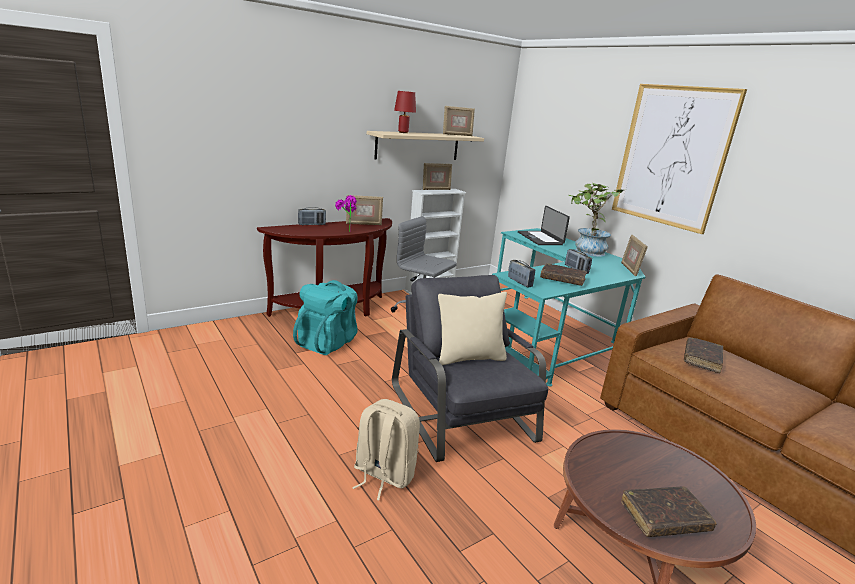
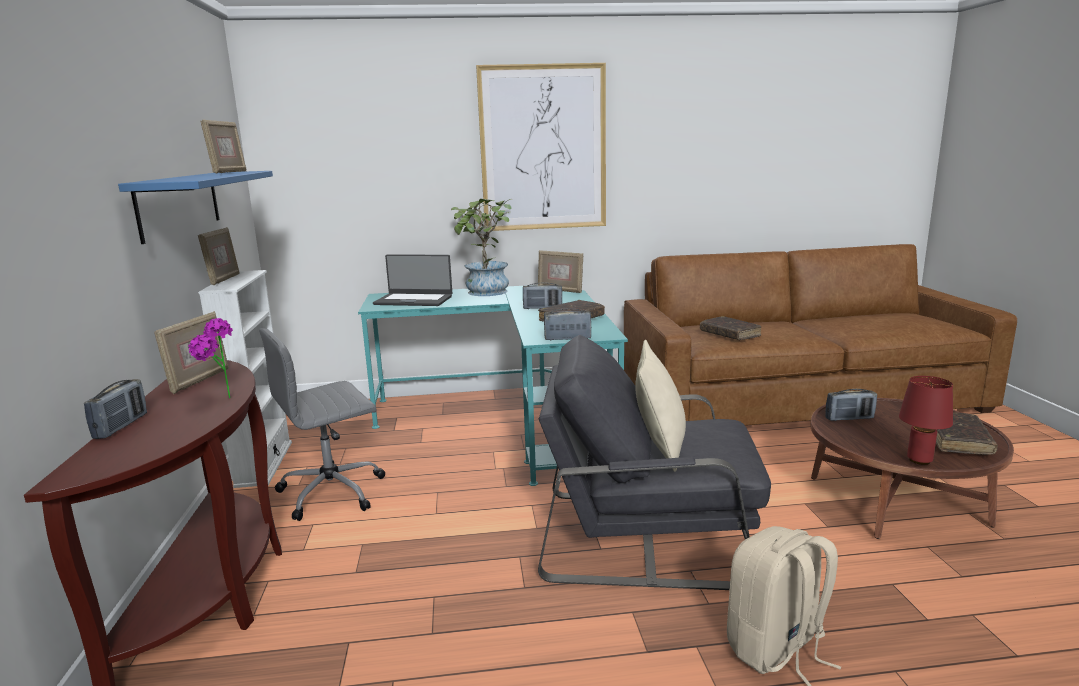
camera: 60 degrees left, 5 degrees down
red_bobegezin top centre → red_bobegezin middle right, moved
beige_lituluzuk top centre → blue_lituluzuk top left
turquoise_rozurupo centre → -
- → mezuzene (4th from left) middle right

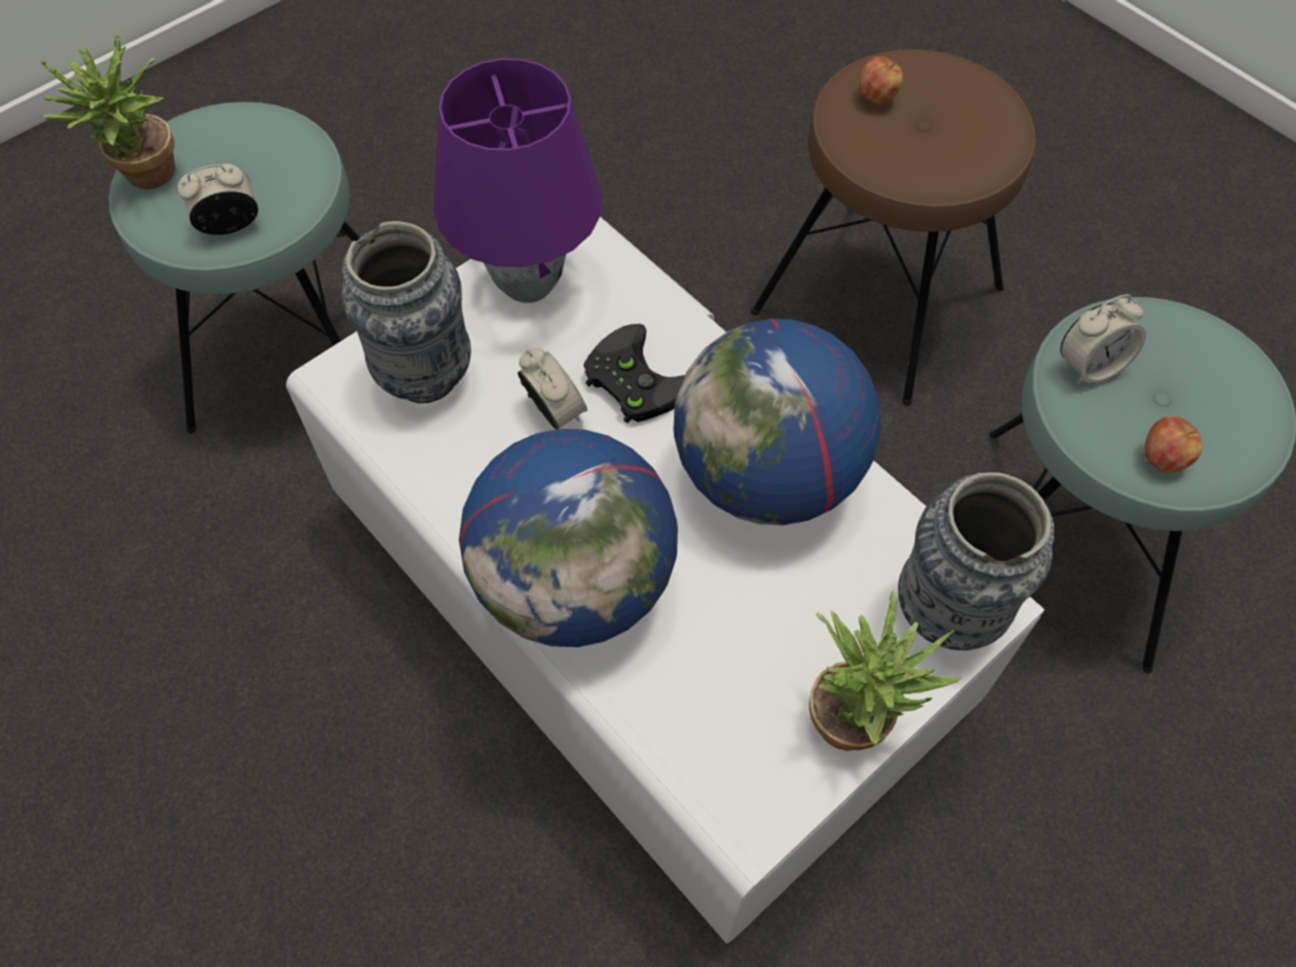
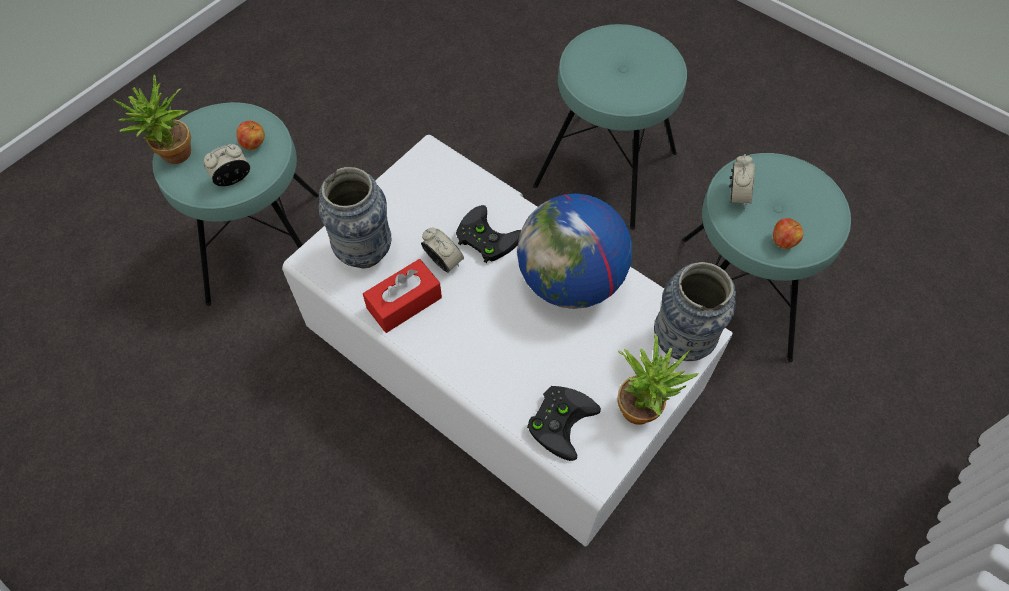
camera: 10 degrees left, 0 degrees up
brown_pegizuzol top right → turquoise_pegizuzol (2nd from left) top centre
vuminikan (1st from left) top right → vuminikan (1st from left) top left, moved
purple_bobegezin top centre → -
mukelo (3rd from left) middle right → mukelo (3rd from left) top right, 45 degrees counterclockwise
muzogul (1st from left) centre → -
- → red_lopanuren centre
- → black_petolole (2nd from left) bottom centre

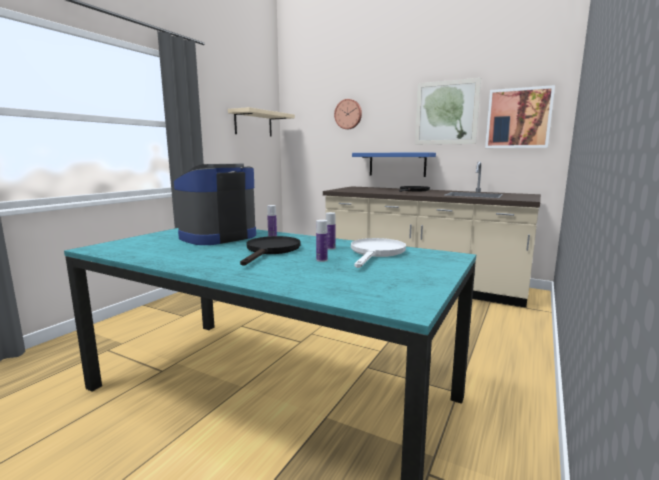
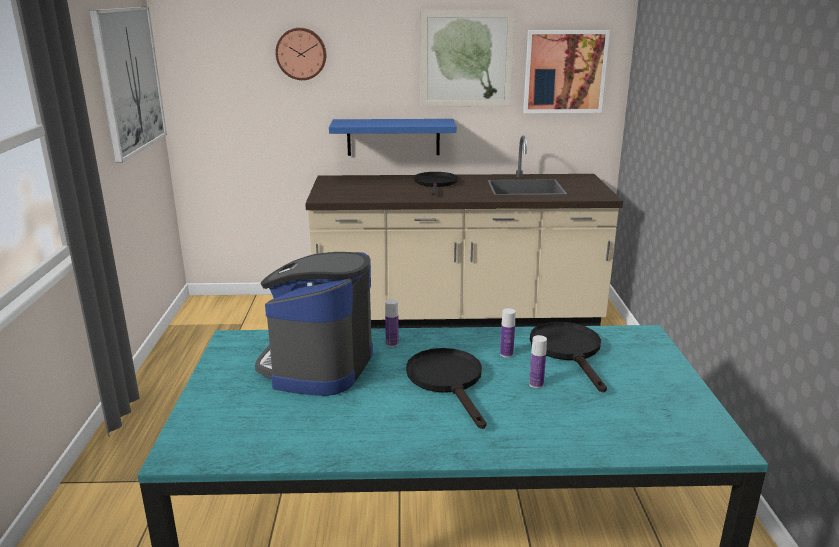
camera: 30 degrees left, 10 degrees up
beige_lituluzuk top centre → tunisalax (1st from left) top left
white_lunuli centre → black_lunuli (3rd from left) middle right

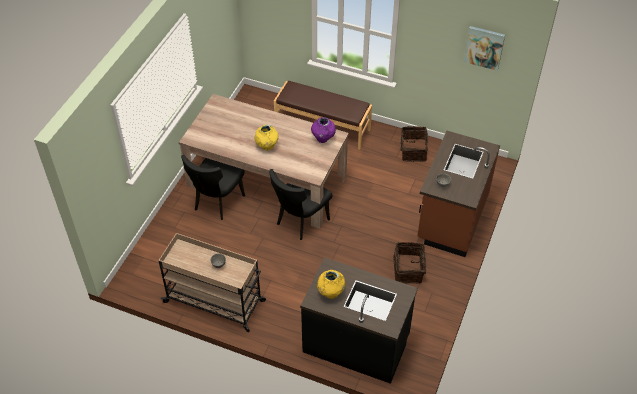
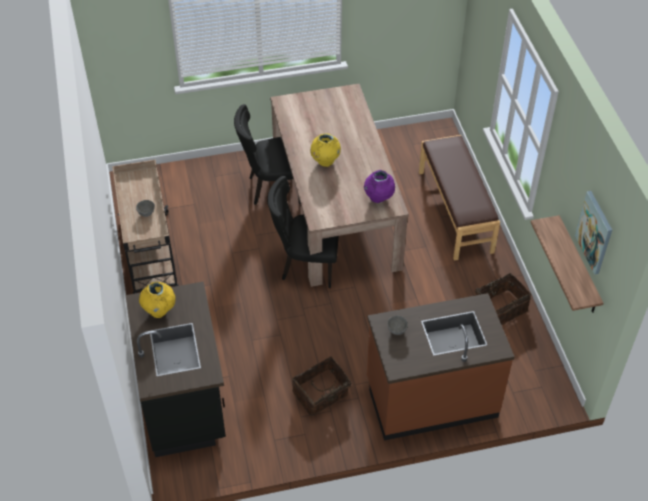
camera: 55 degrees right, 0 degrees up
- → lituluzuk middle right

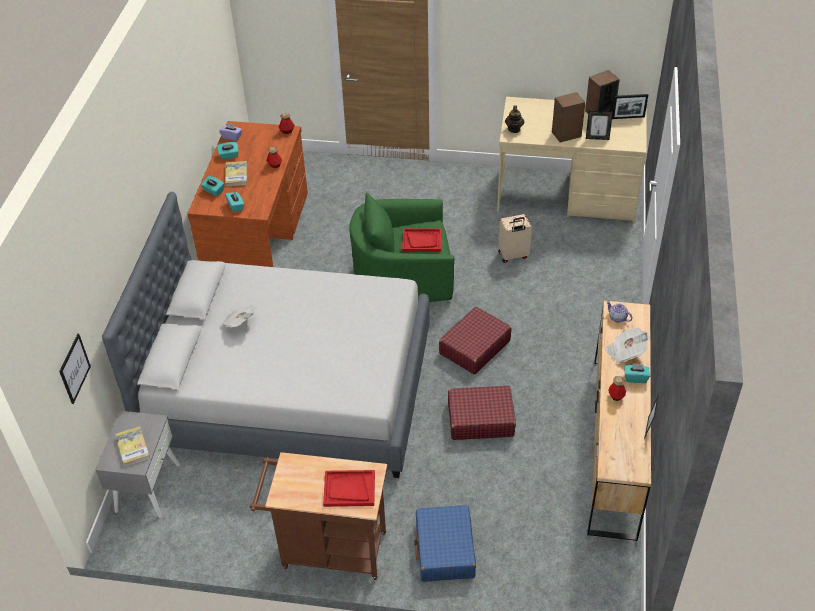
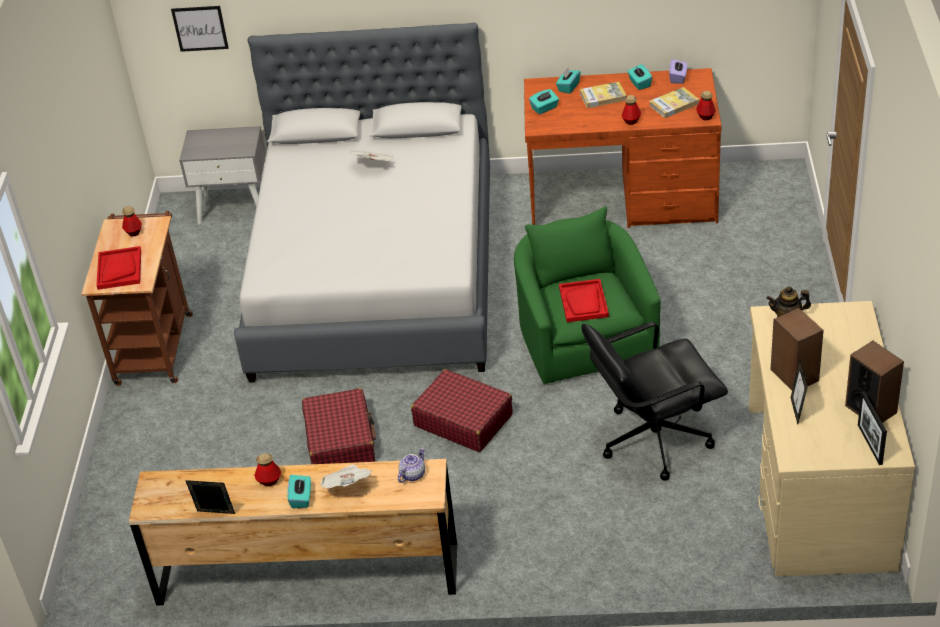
camera: 85 degrees right, 5 degrees down
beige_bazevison centre → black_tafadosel middle right
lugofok (1st from left in the first image) bottom left → lugofok (2nd from left) top right, moved
blue_bazevison bottom centre → -
- → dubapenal (1st from left) middle left

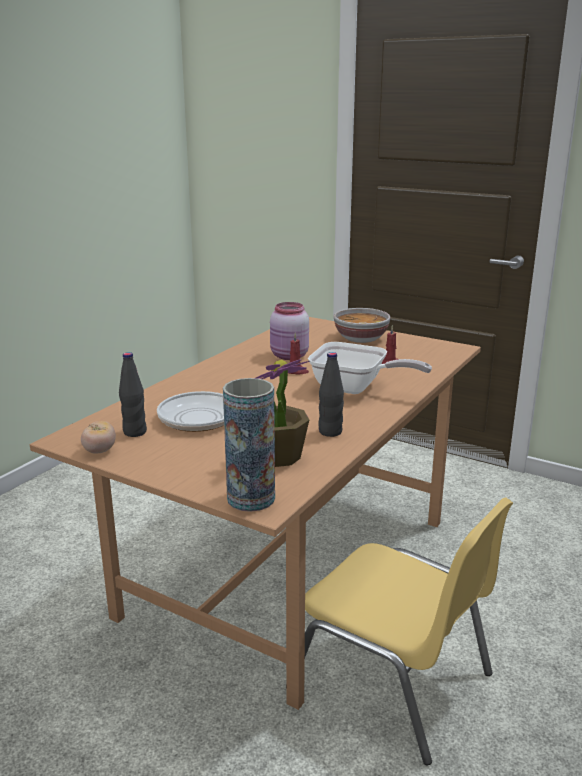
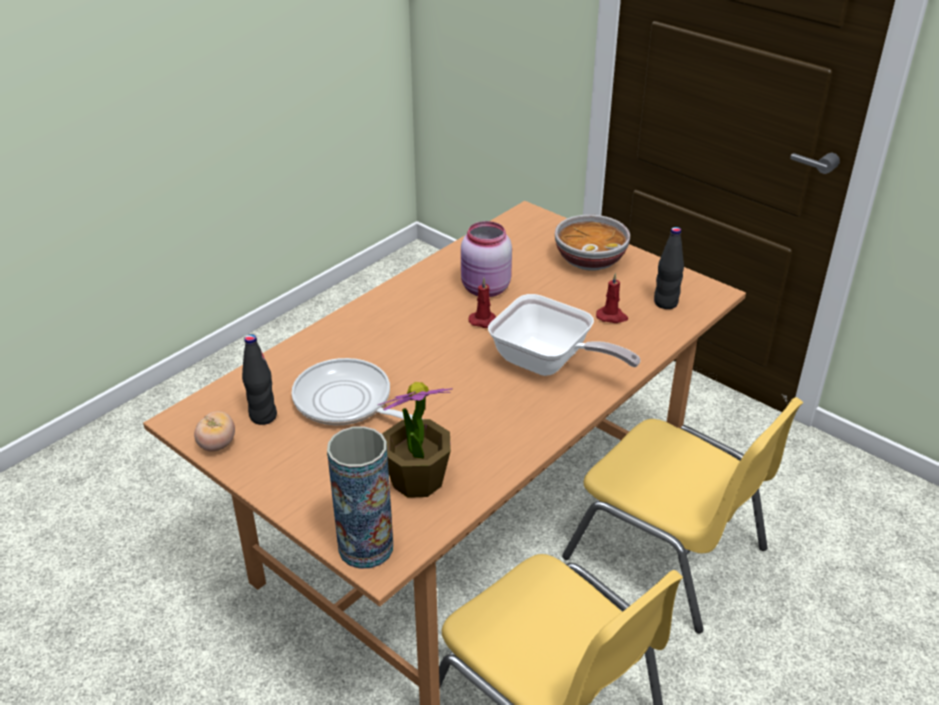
camera: 10 degrees right, 15 degrees up
black_dubapenal (2nd from left) centre → black_dubapenal (2nd from left) middle right, moved
- → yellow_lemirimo (2nd from left) bottom right

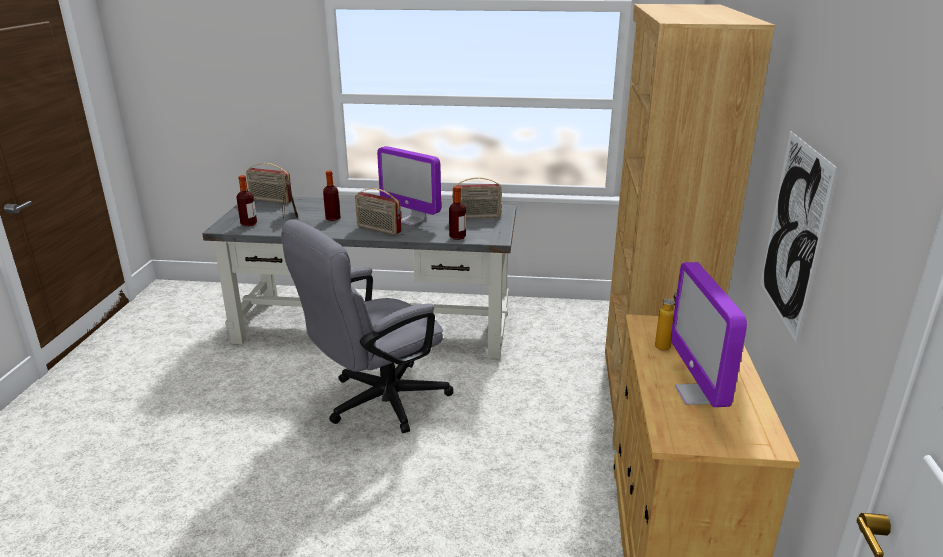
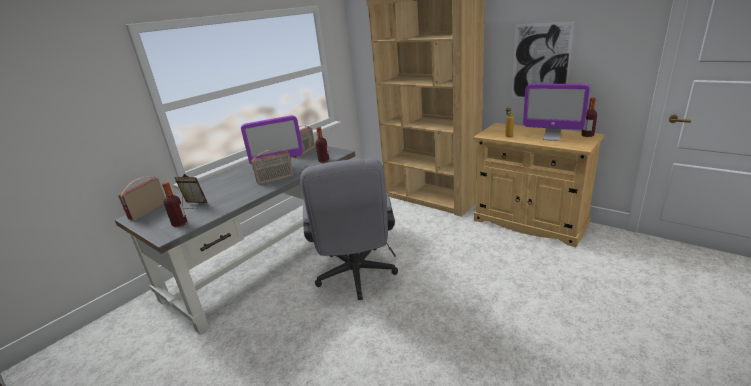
camera: 55 degrees left, 0 degrees up
mezuzene (1st from left) top left → mezuzene (1st from left) middle left, 150 degrees clockwise
dubapenal (2nd from left in the first image) centre → dubapenal (4th from left) top right, moved

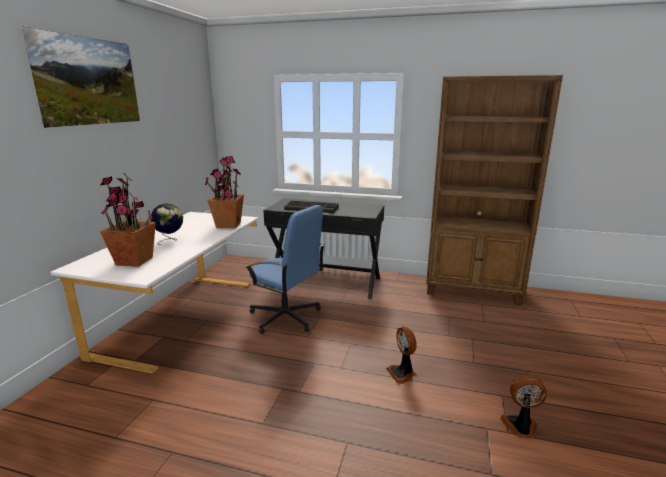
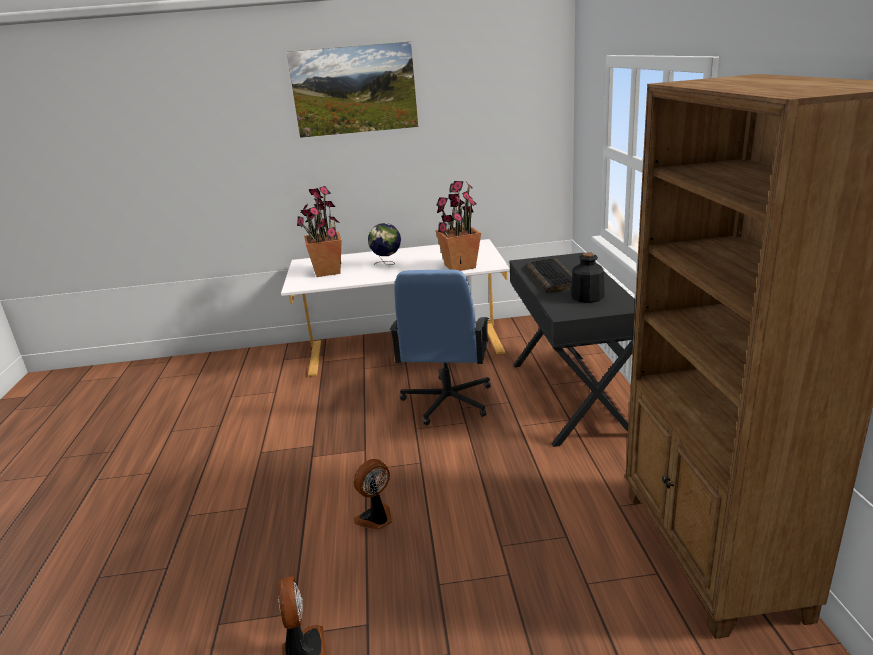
camera: 70 degrees right, 5 degrees up
- → dubapenal middle right

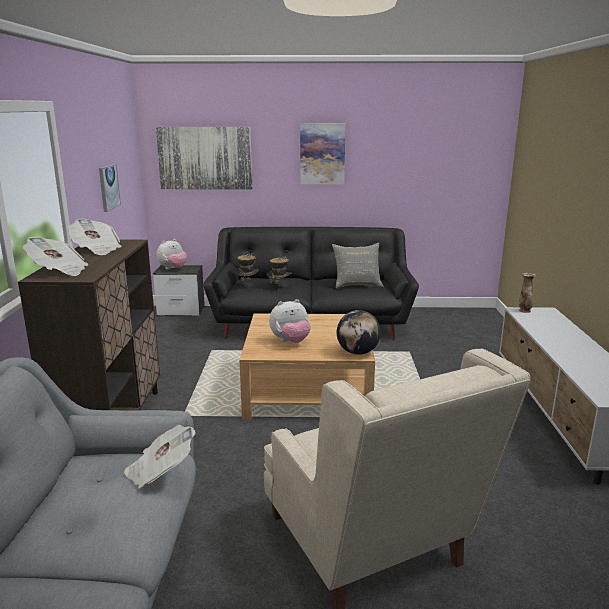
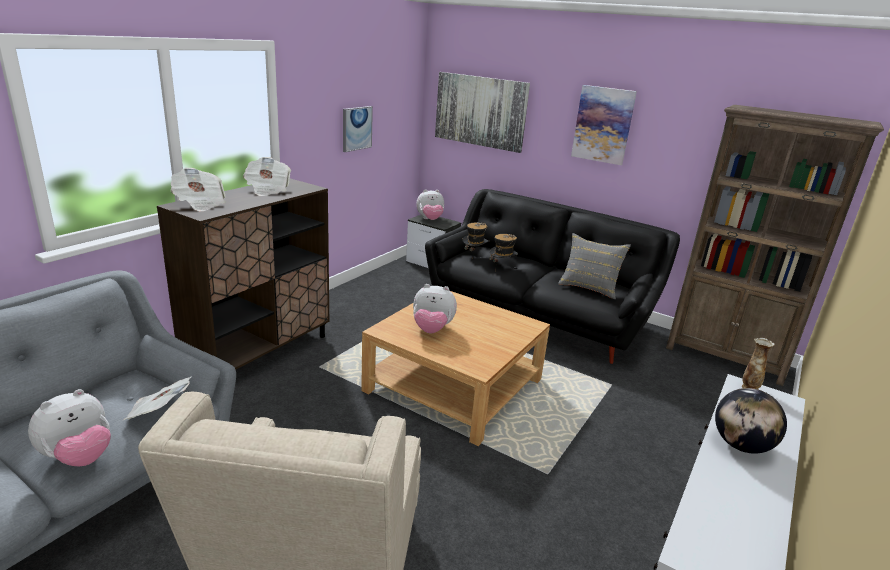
camera: 30 degrees right, 5 degrees up
muzogul centre → muzogul bottom right, moved
- → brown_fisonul middle right
- → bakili (1st from left) bottom left

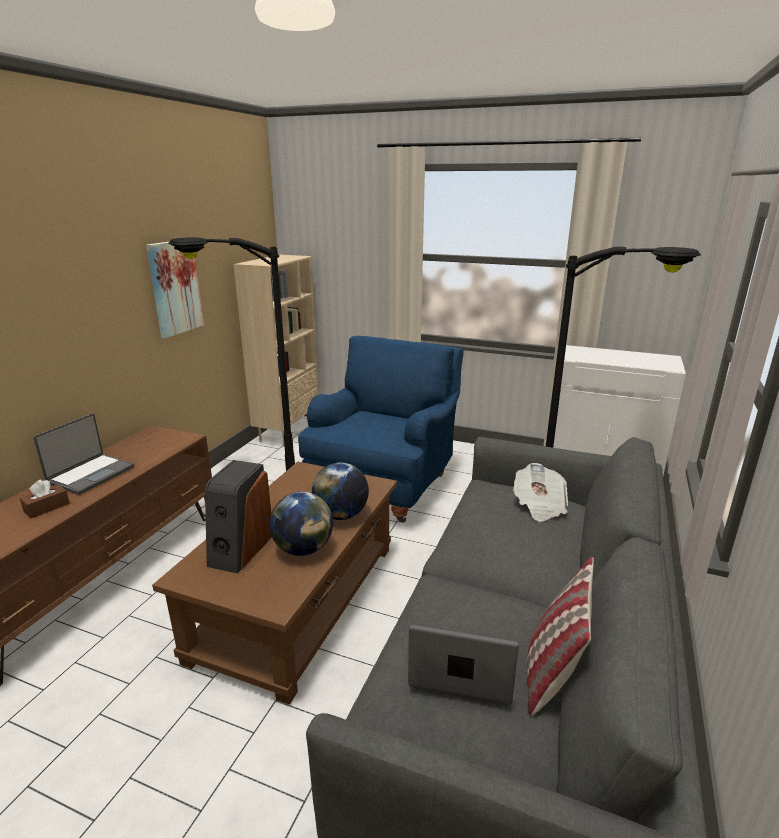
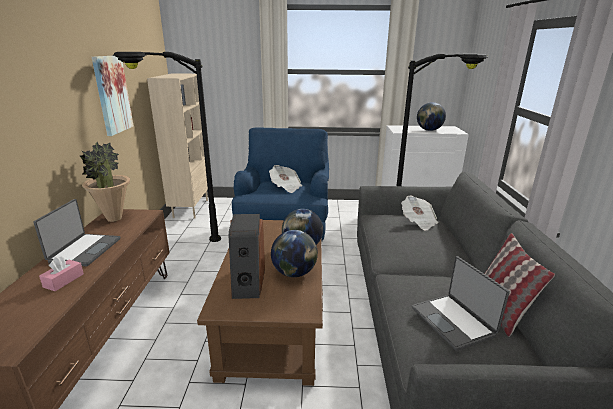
camera: 20 degrees left, 0 degrees up
brown_lopanuren middle left → pink_lopanuren bottom left
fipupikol (2nd from left) bottom centre → fipupikol (2nd from left) bottom right, 105 degrees counterclockwise
- → muzogul (3rd from left) top right
- → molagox middle left
- → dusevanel (1st from left) centre

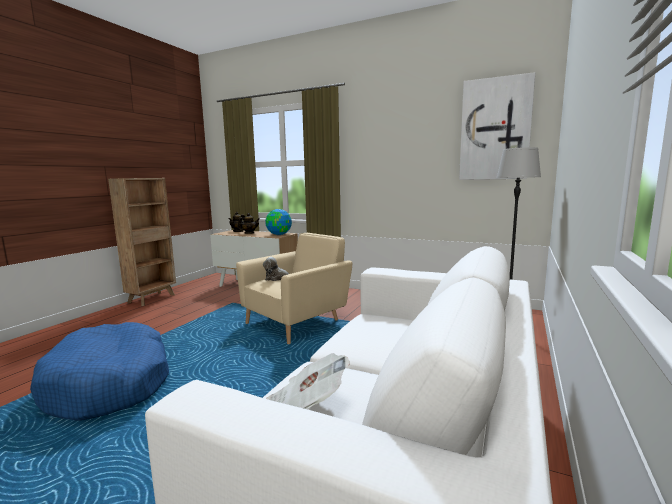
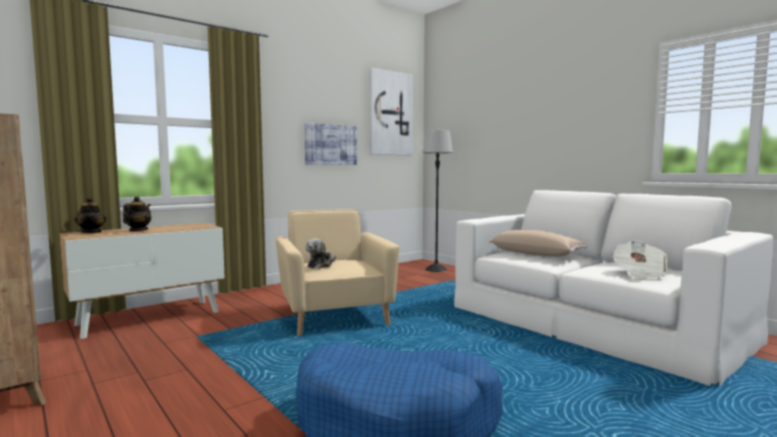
camera: 65 degrees left, 5 degrees down
muzogul centre → -
- → tunisalax (1st from left) top centre
- → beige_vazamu middle right

